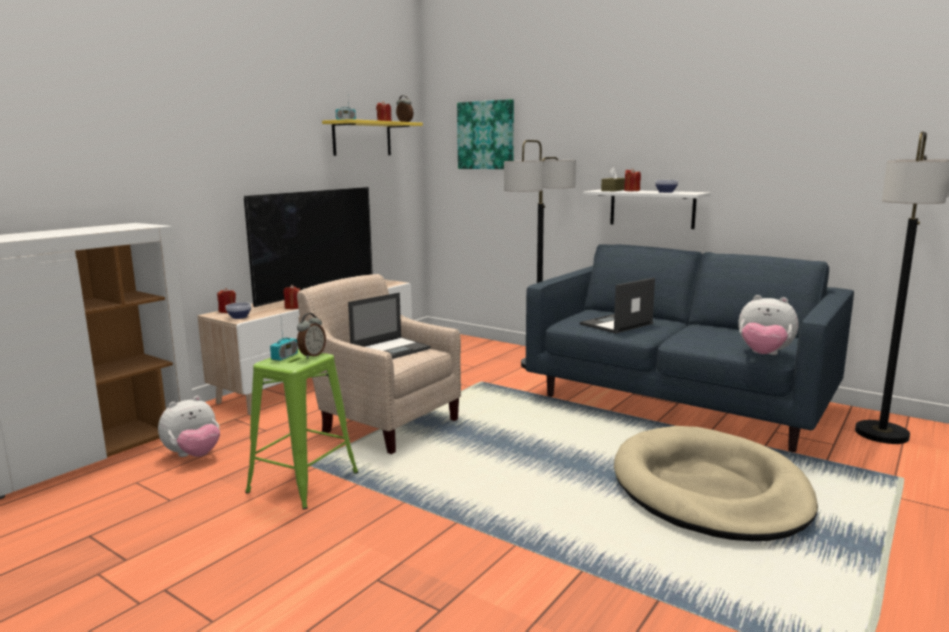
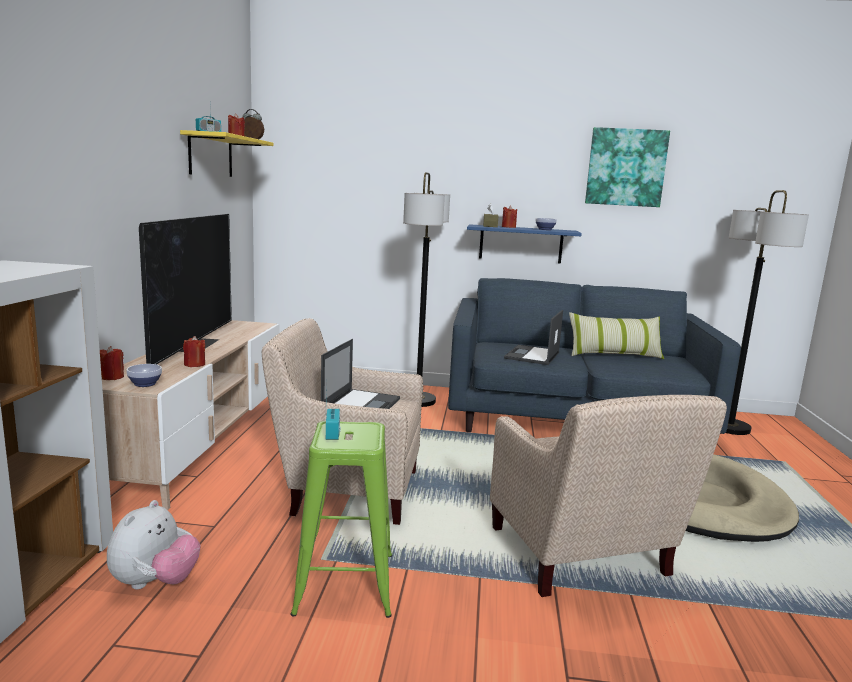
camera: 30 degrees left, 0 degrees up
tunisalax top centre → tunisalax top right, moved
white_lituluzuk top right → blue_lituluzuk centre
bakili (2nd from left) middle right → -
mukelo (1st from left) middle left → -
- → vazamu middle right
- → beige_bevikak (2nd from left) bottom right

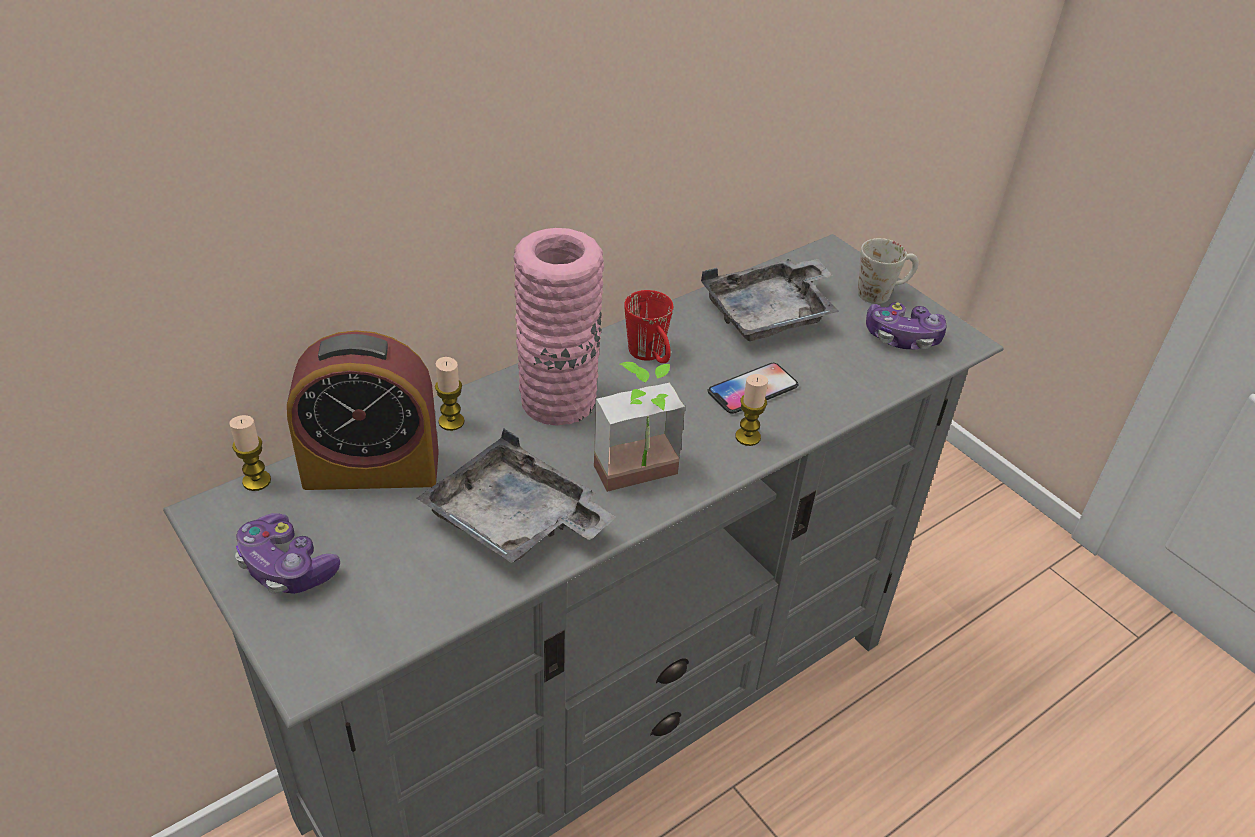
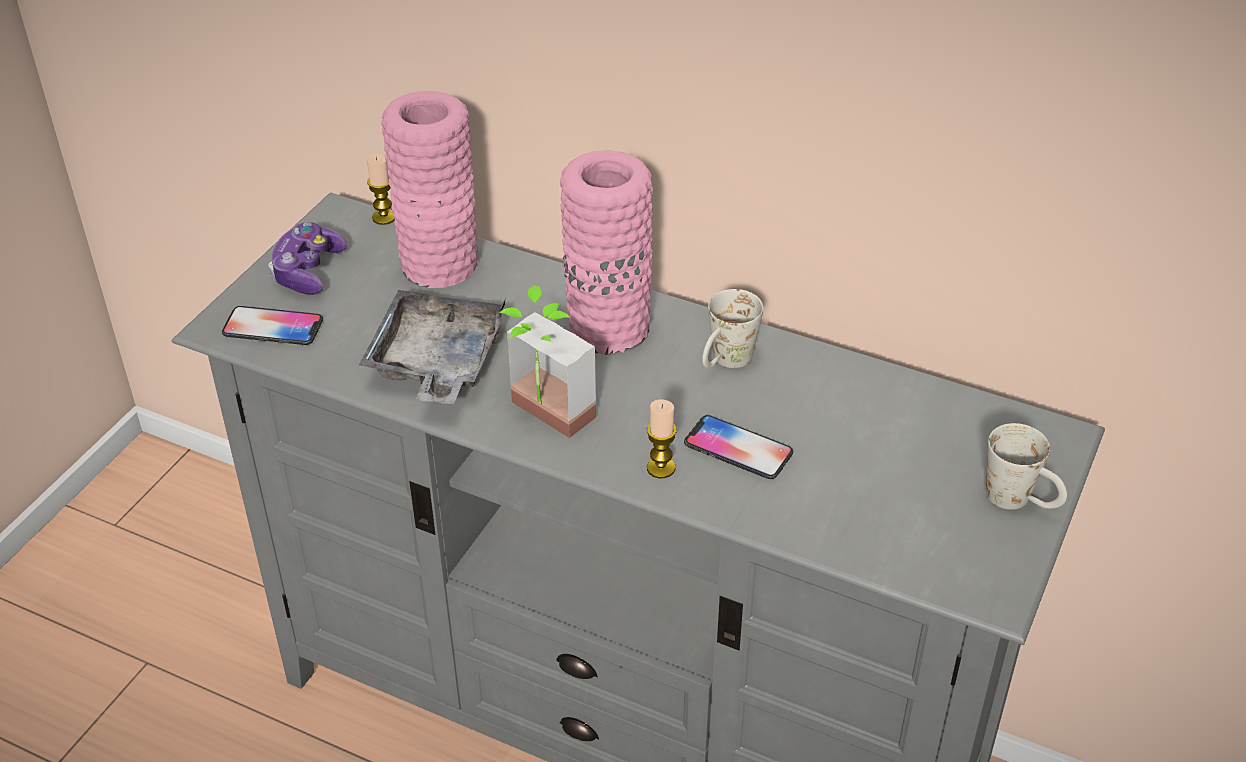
camera: 65 degrees right, 0 degrees up
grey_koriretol (2nd from left) centre → -
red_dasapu centre → white_dasapu (1st from left) centre
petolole (2nd from left) middle right → -
mukelo middle left → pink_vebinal (1st from left) top centre
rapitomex (2nd from left) centre → -
- → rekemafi (1st from left) middle left

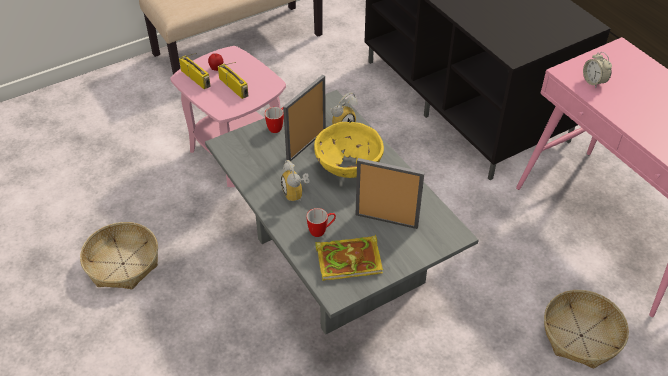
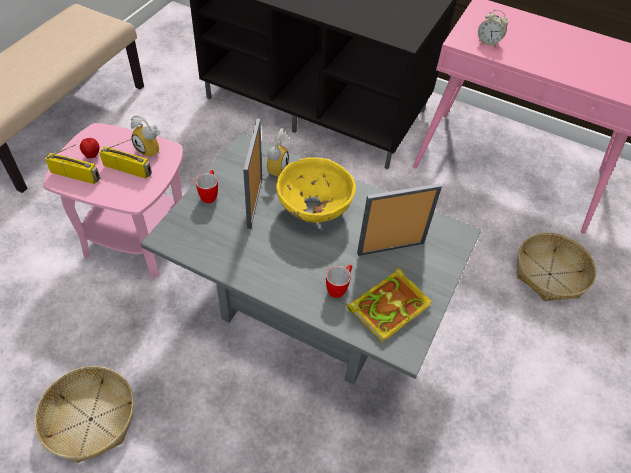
camera: 35 degrees left, 5 degrees up
mukelo (1st from left) centre → mukelo (1st from left) top left, moved

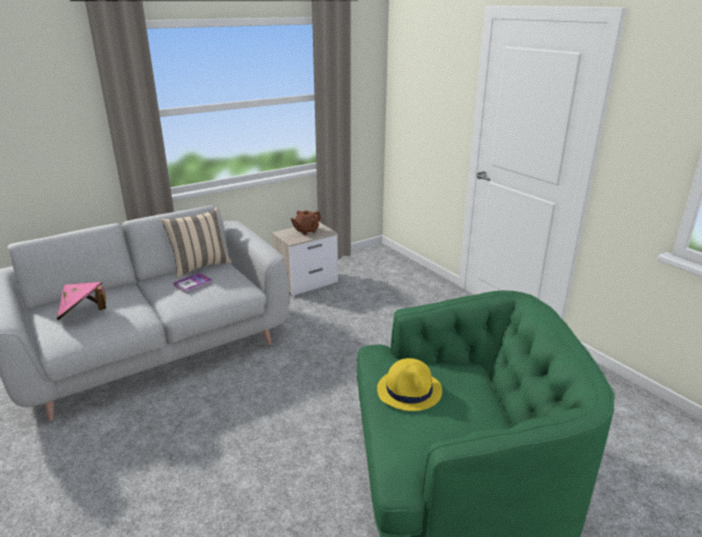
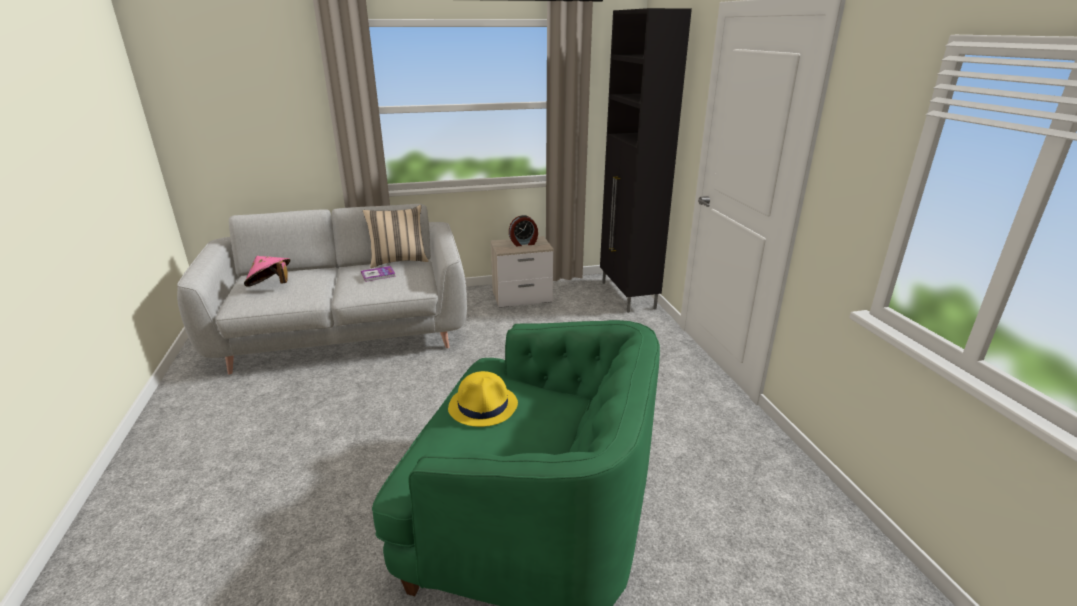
camera: 20 degrees right, 0 degrees up
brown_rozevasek centre → mukelo centre
- → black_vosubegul top centre

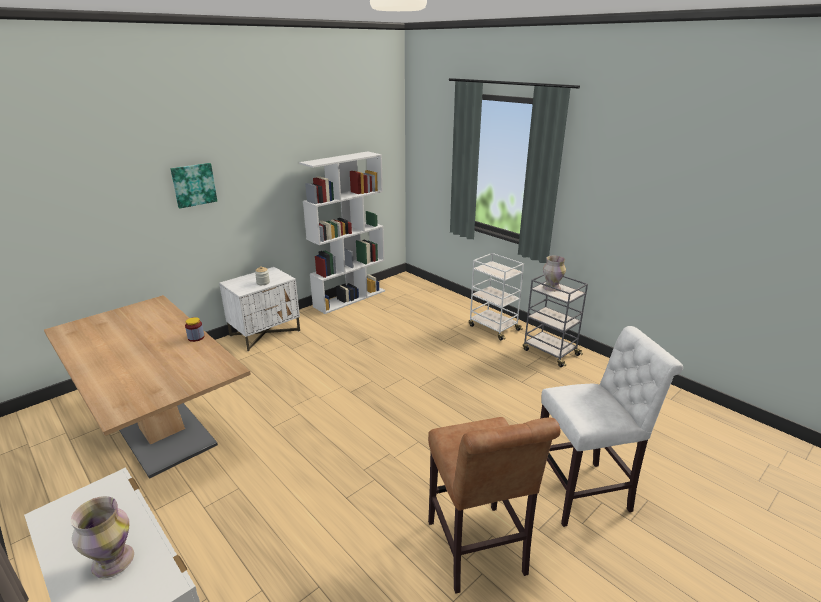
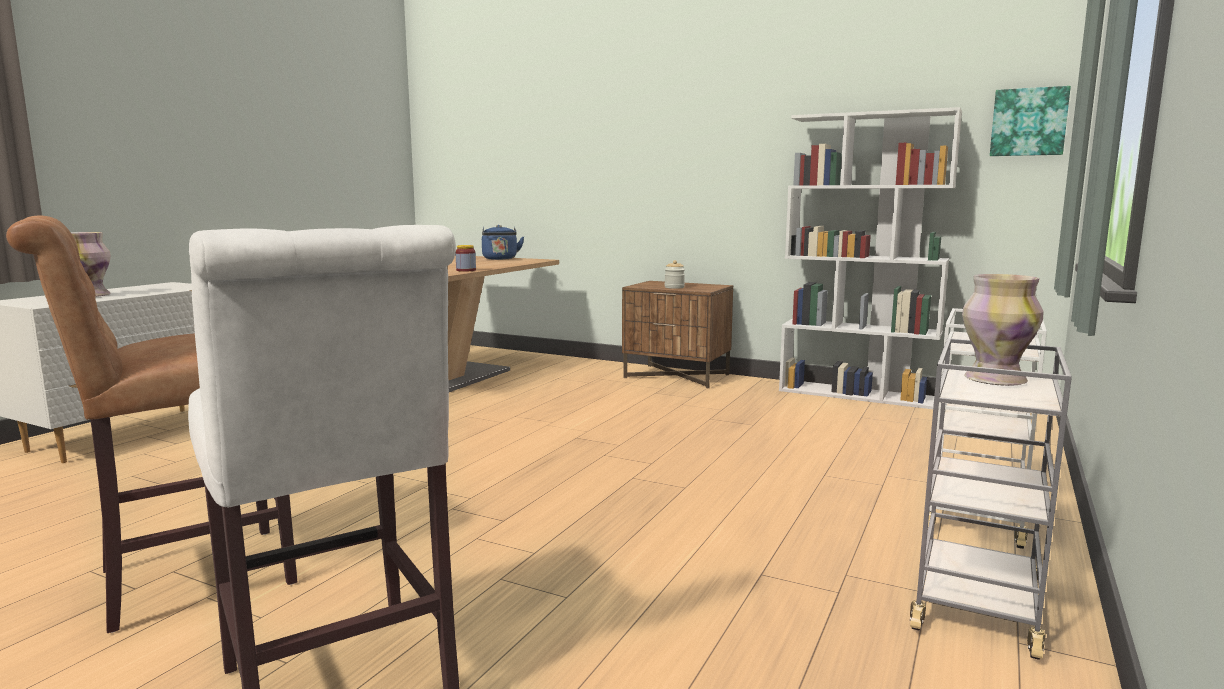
camera: 70 degrees right, 15 degrees down
tunisalax top left → tunisalax top right, moved
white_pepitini middle left → brown_pepitini centre
- → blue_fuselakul centre

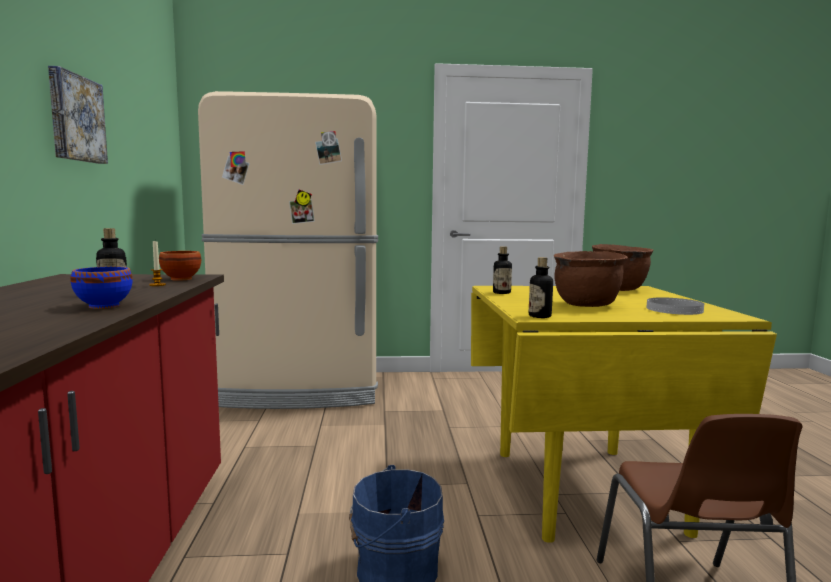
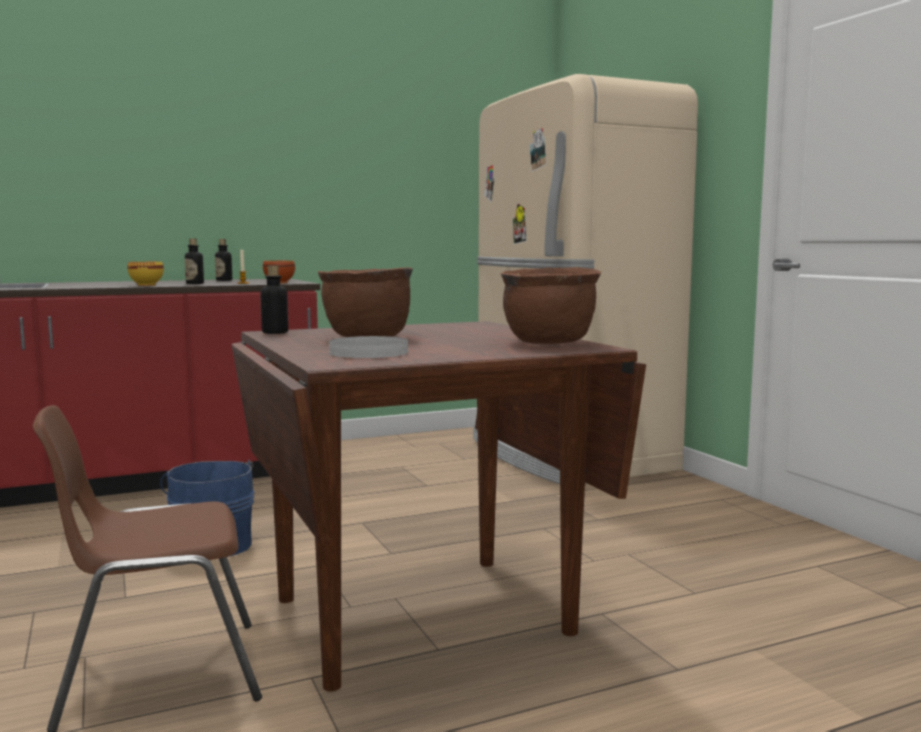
camera: 70 degrees right, 0 degrees up
tunisalax top left → -
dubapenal (2nd from left) centre → dubapenal (2nd from left) middle left, moved
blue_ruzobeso middle left → yellow_ruzobeso middle left
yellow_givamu bottom right → brown_givamu bottom centre

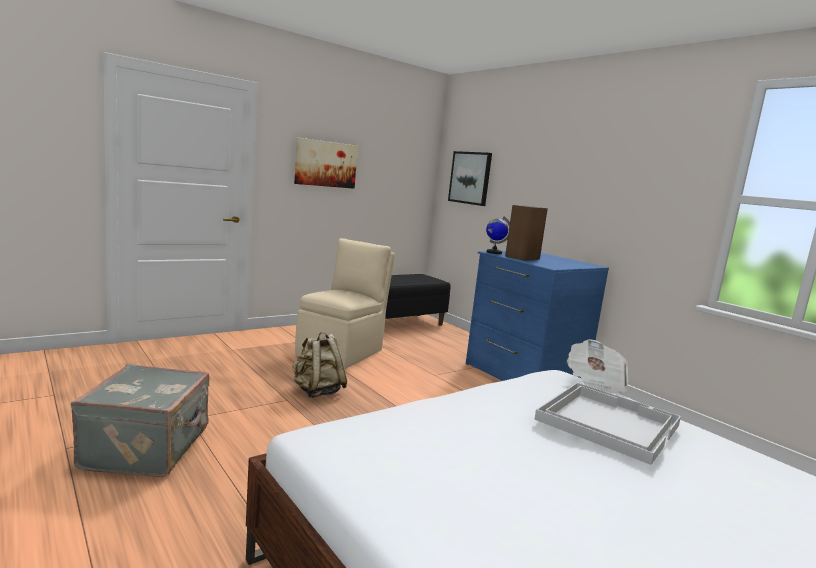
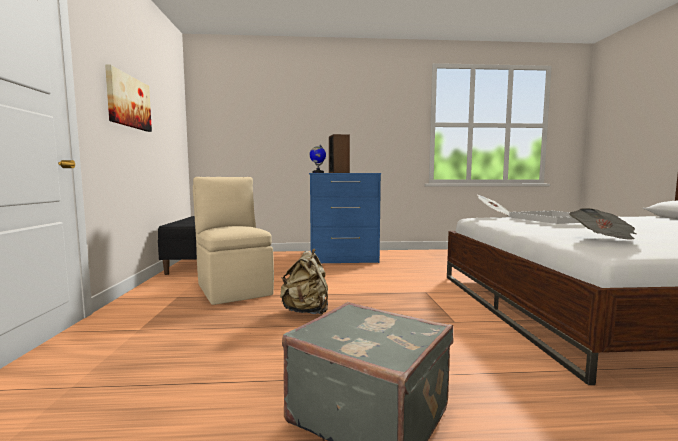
camera: 55 degrees left, 5 degrees down
tunisalax (2nd from left) top centre → -
- → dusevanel (2nd from left) middle right

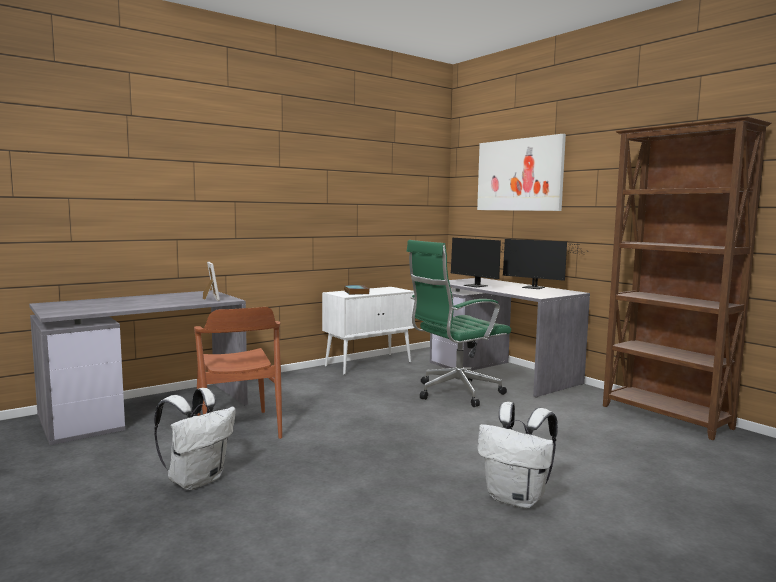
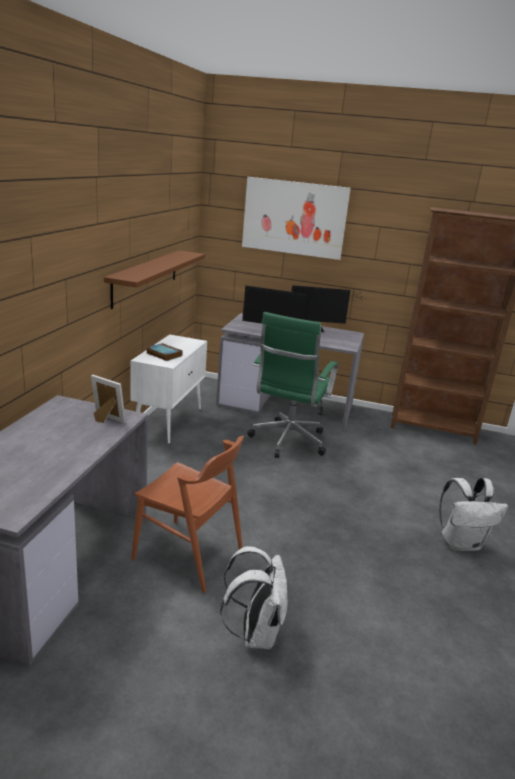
camera: 40 degrees left, 15 degrees up
- → brown_lituluzuk middle left

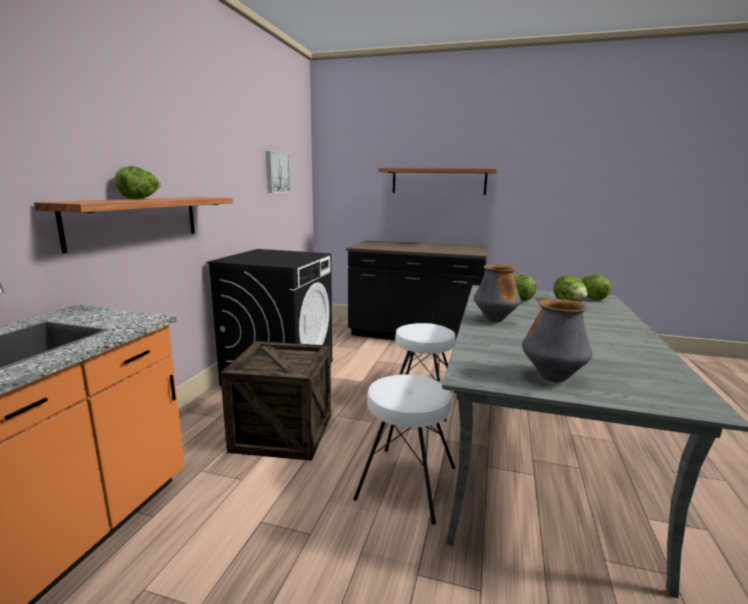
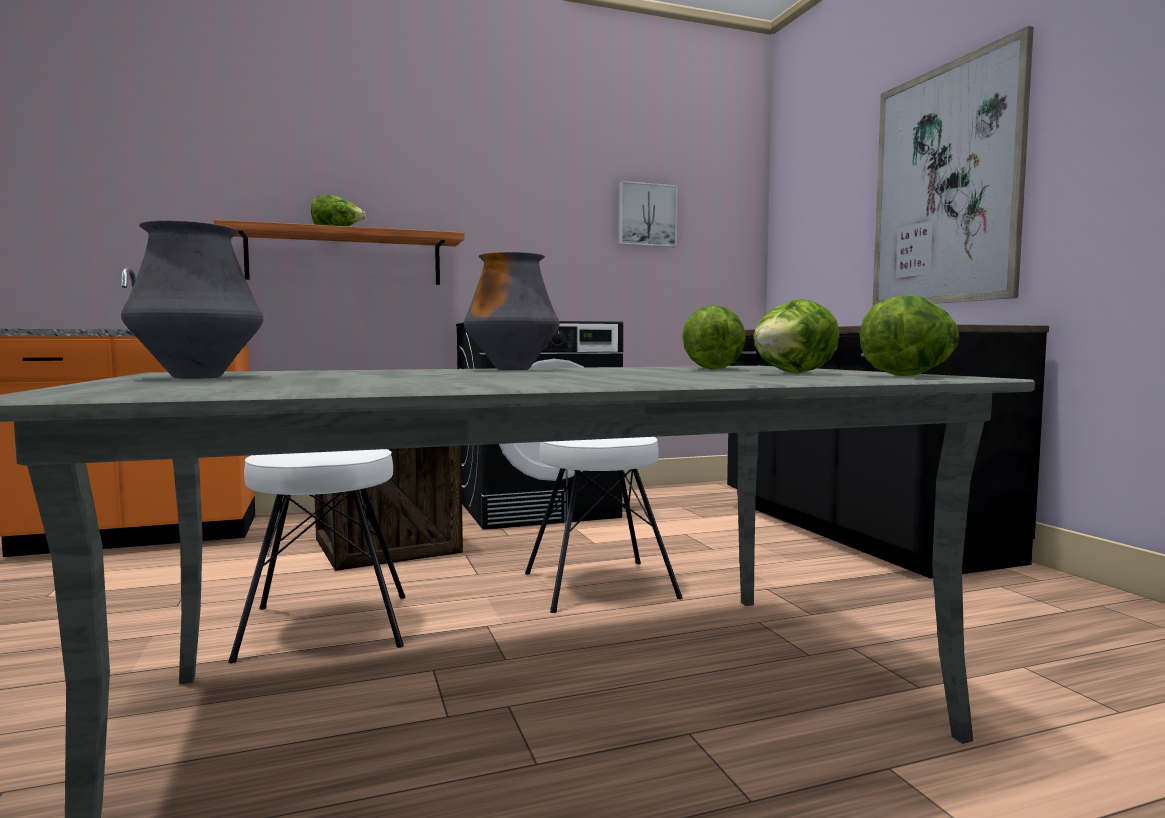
camera: 55 degrees right, 10 degrees down
lituluzuk (2nd from left) top centre → tunisalax (2nd from left) top right

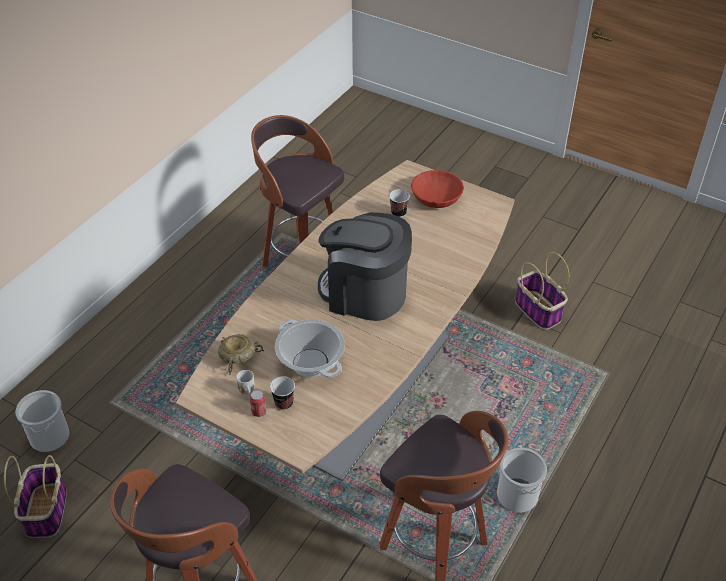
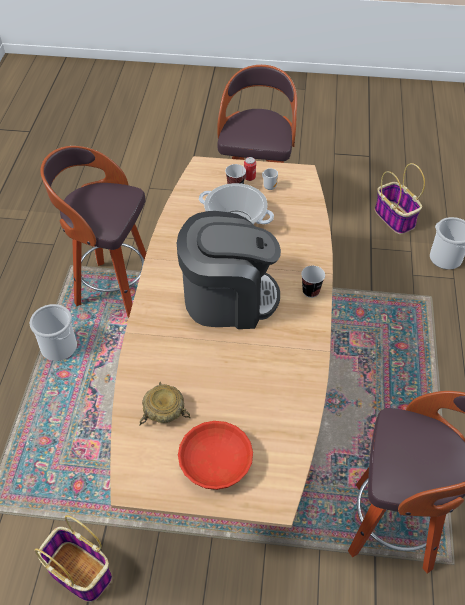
camera: 155 degrees right, 5 degrees up
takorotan (2nd from left) centre → takorotan (2nd from left) middle right, moved
beige_ruzobeso middle left → beige_ruzobeso bottom centre, moved

